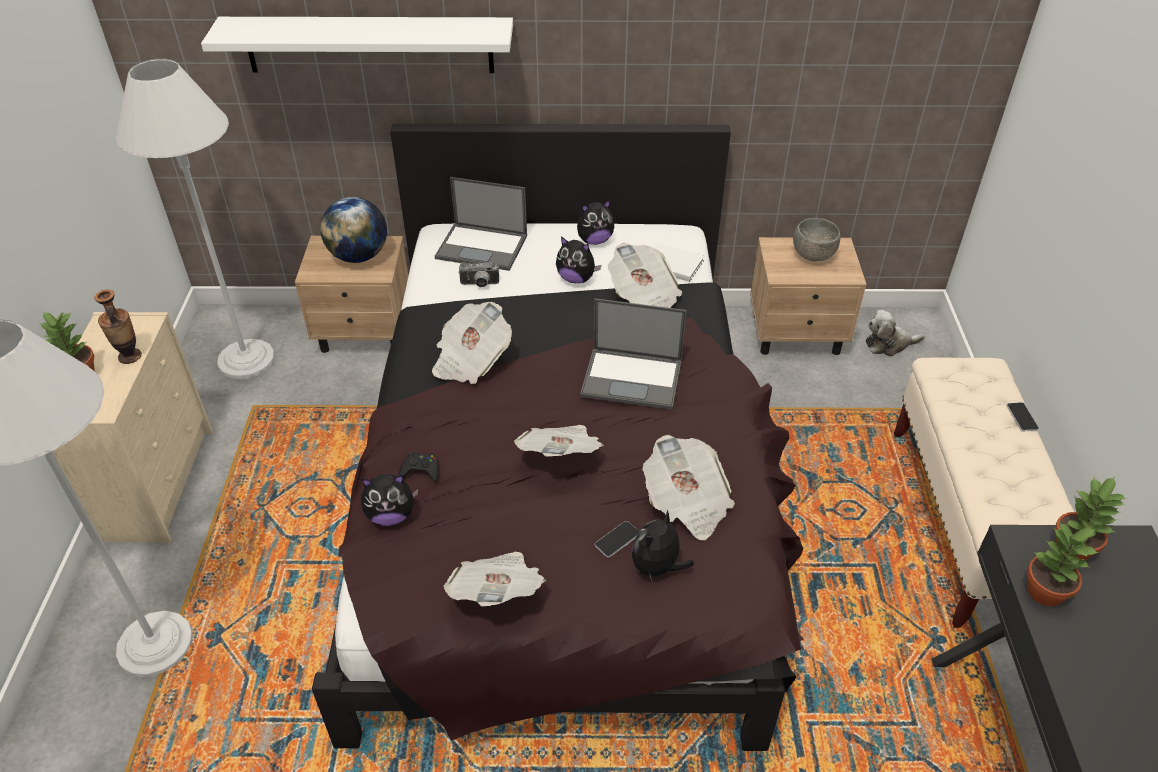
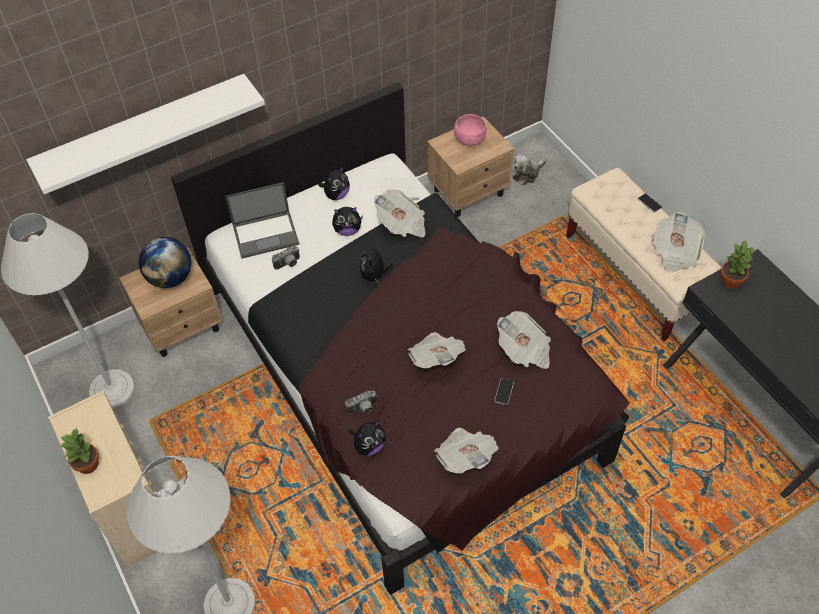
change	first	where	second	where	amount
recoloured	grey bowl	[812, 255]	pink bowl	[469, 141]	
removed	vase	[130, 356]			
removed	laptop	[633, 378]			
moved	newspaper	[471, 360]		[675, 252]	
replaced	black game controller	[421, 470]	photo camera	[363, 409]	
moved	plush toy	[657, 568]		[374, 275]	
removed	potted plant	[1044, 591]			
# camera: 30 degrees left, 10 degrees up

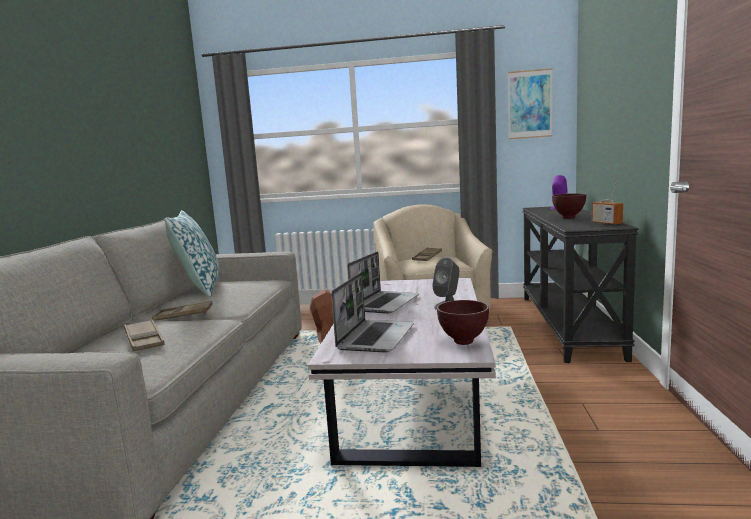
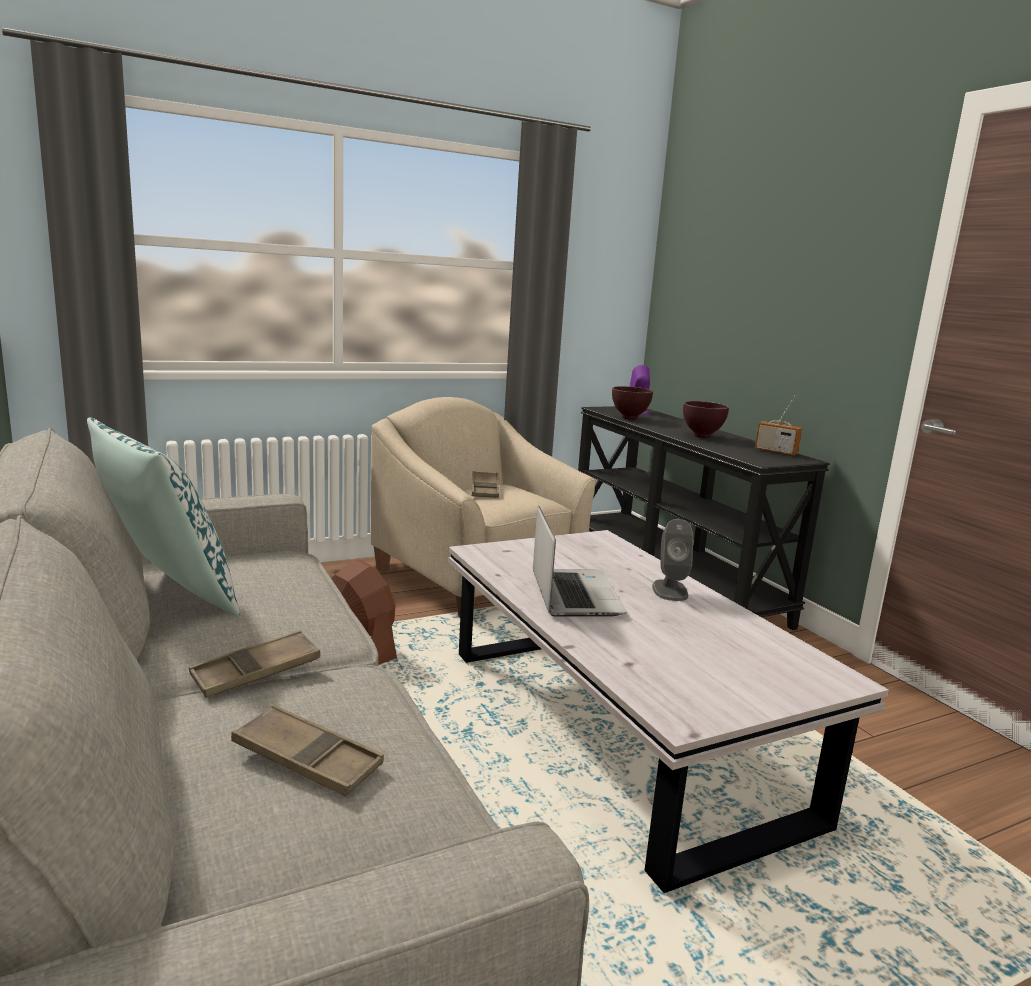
change	first	where	second	where	amount
removed	picture	[529, 104]			
removed	laptop	[375, 337]			
moved	brown bowl	[464, 341]		[629, 418]	
# camera: 35 degrees left, 5 degrees up

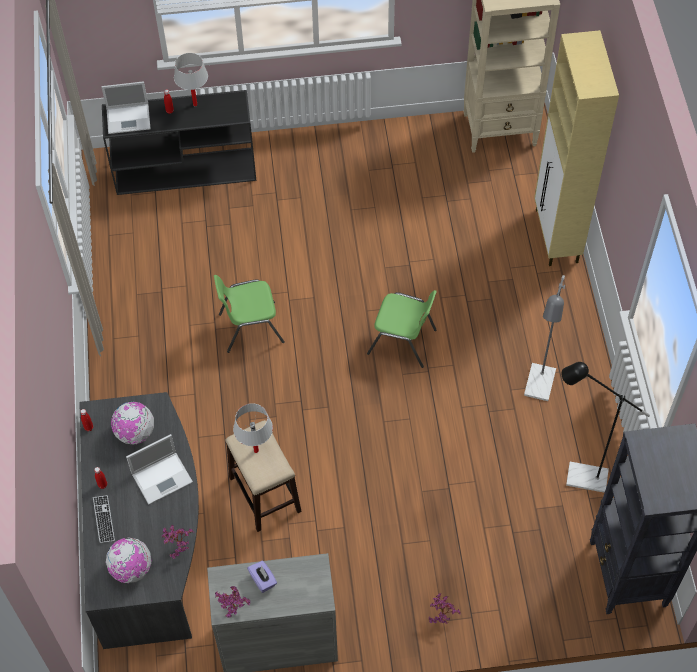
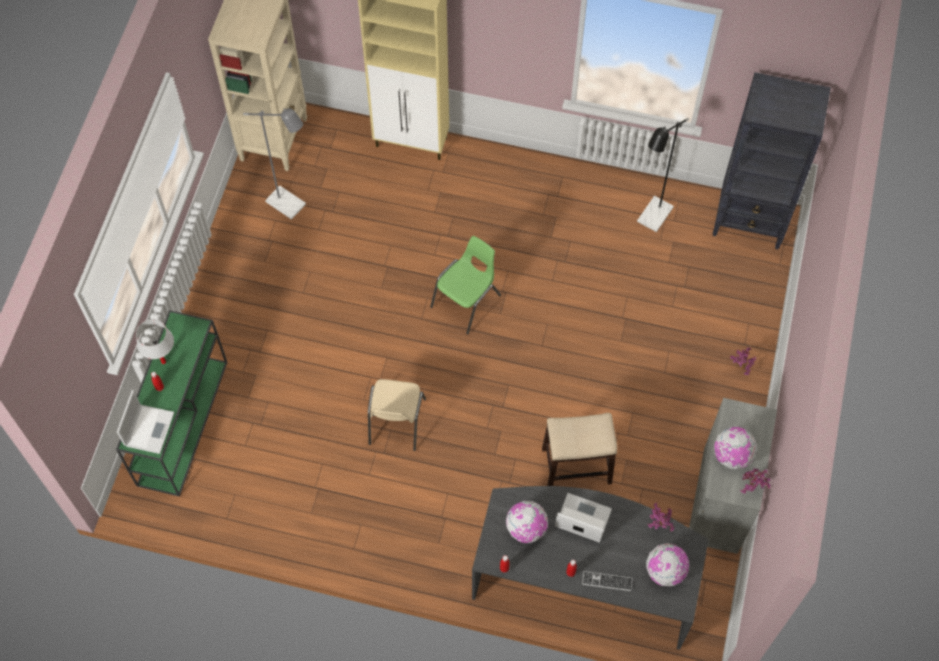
change	first	where	second	where	amount
recoloured	black console table	[187, 171]	green console table	[183, 421]	
recoloured	green chair	[250, 327]	beige chair	[396, 422]	
moved	grey floor lamp	[538, 389]		[291, 206]	
removed	white table lamp	[256, 450]			
turned	laptop	[163, 477]		[582, 518]	60 degrees counterclockwise
replaced	purple tissue box	[263, 580]	globe	[731, 456]	
# camera: 70 degrees left, 5 degrees up

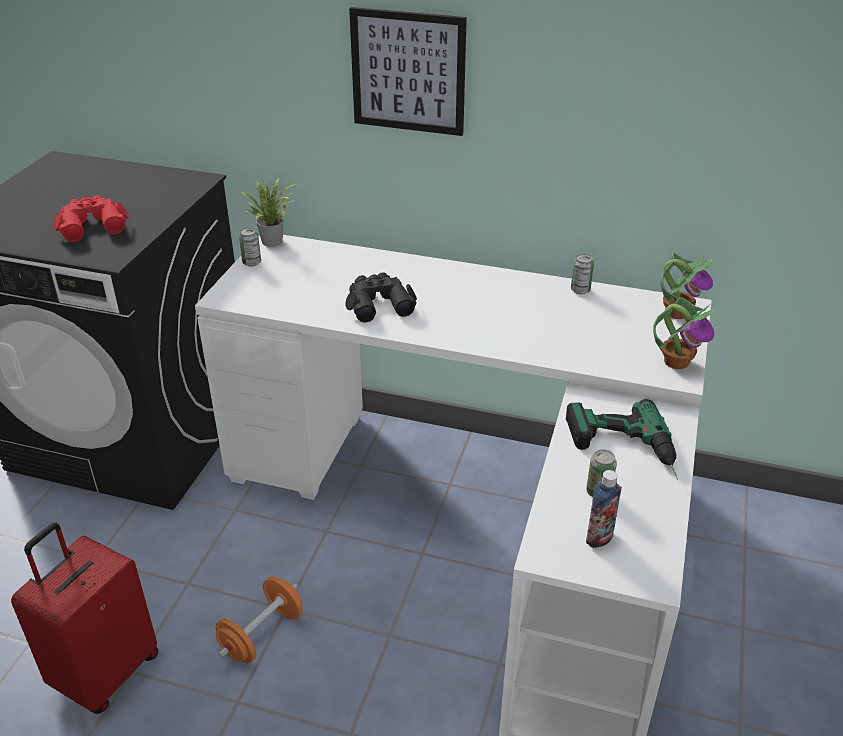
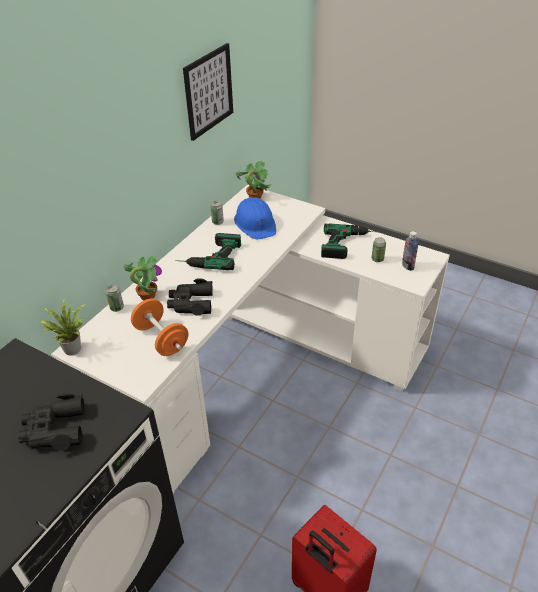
change	first	where	second	where	amount
moved	picture	[408, 72]		[208, 91]	
recoloured	red binoculars	[92, 224]	black binoculars	[54, 429]	
moved	can	[251, 263]		[117, 308]	
moved	potted plant	[676, 361]		[147, 295]	
moved	orange dumbbell	[262, 634]		[161, 339]	
added			blue hard hat	[255, 223]	
added			power drill	[209, 256]	
# camera: 75 degrees left, 5 degrees up

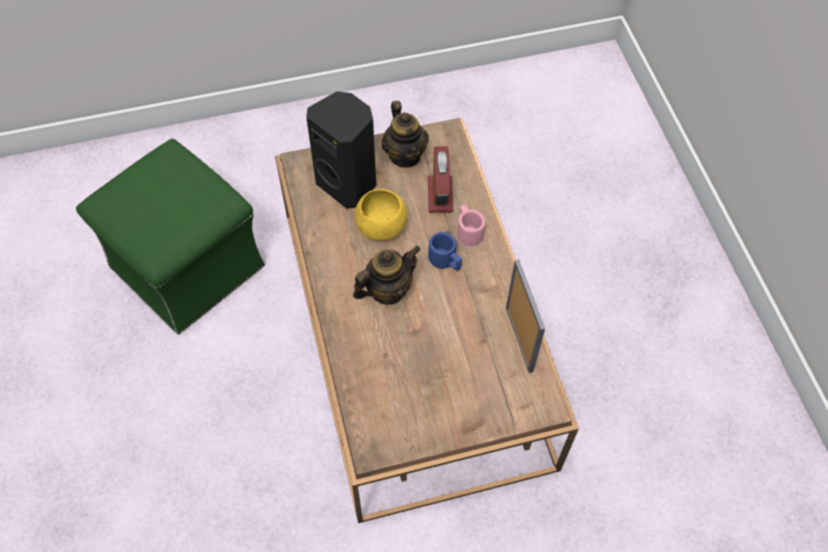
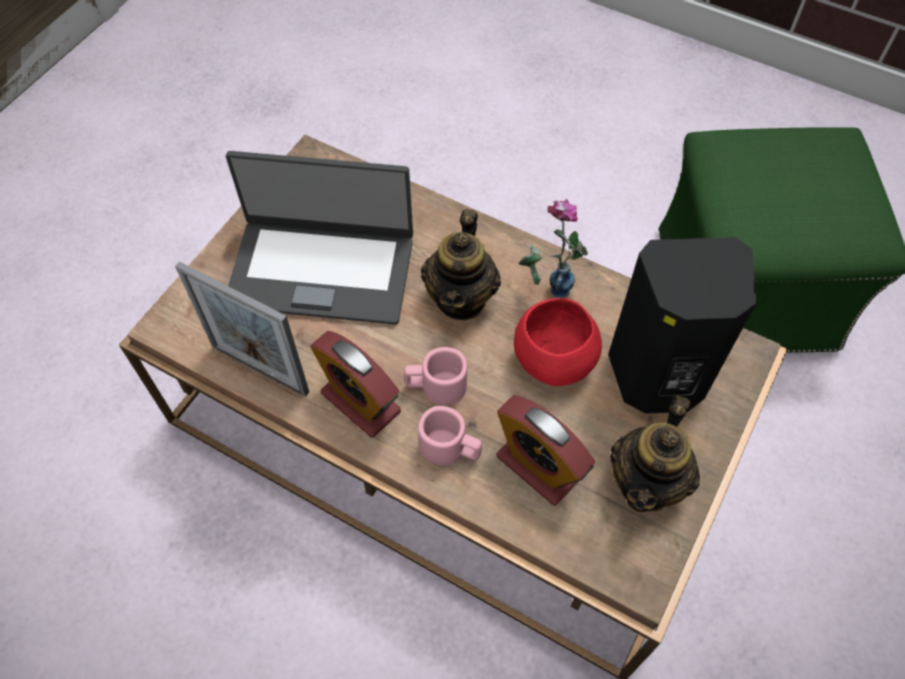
change	first	where	second	where	amount
turned	teapot	[405, 155]		[647, 483]	90 degrees counterclockwise
recoloured	yellow bowl	[380, 227]	red bowl	[554, 359]	
recoloured	blue mug	[445, 261]	pink mug	[436, 386]	
added			laptop	[321, 269]	
added			vase	[546, 288]	
added			alarm clock	[360, 402]	
# camera: 135 degrees right, 0 degrees up

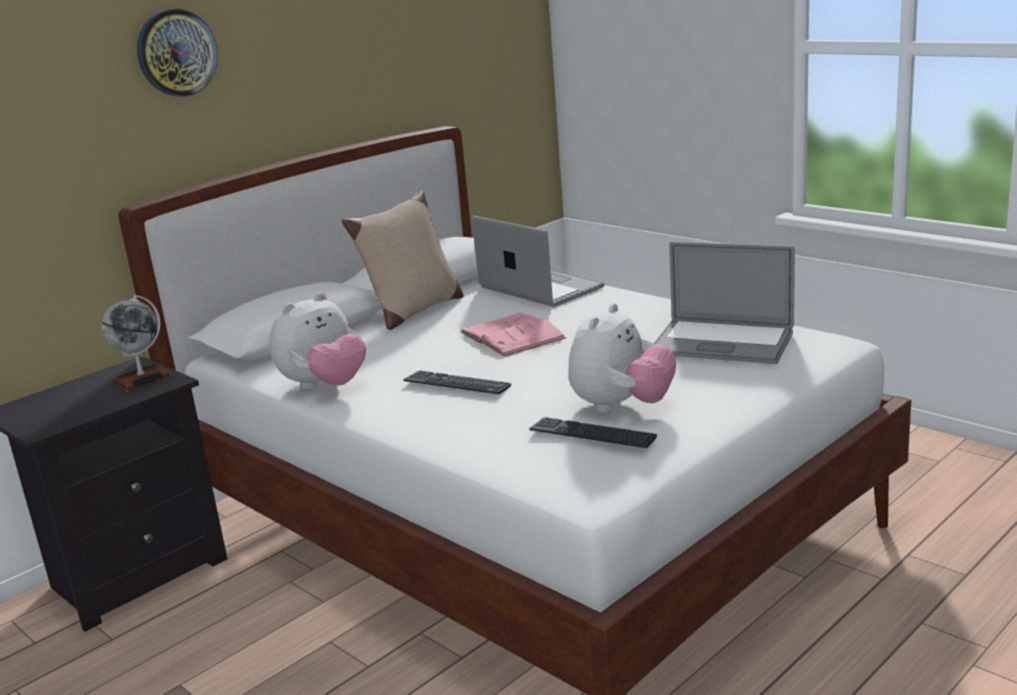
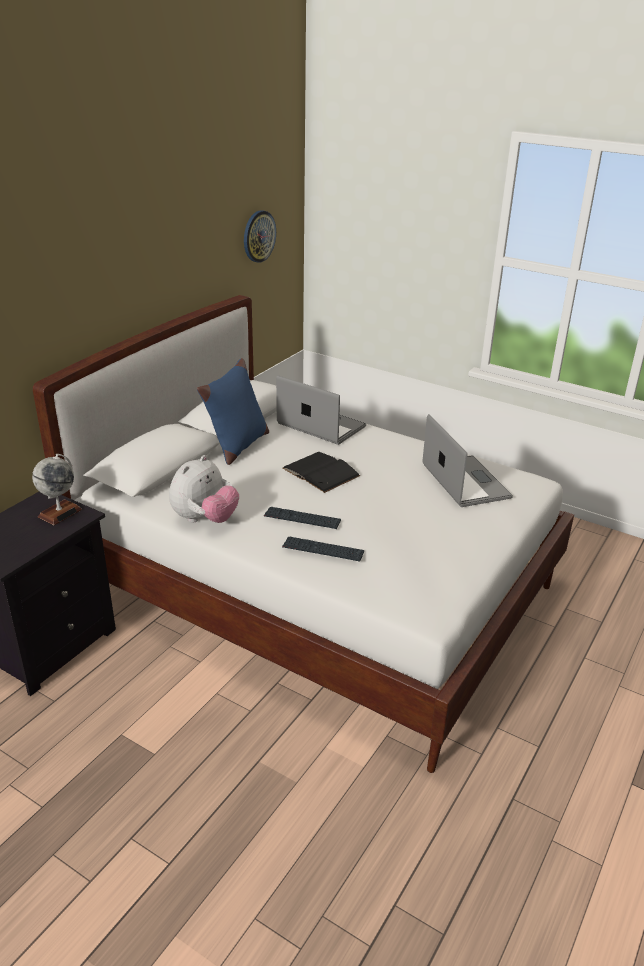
change	first	where	second	where	amount
moved	wall clock	[176, 53]		[258, 236]	
recoloured	beige pillow	[413, 312]	blue pillow	[237, 446]	
turned	laptop	[722, 342]		[465, 481]	120 degrees counterclockwise
removed	plush toy	[621, 407]			
recoloured	pink book	[512, 335]	black book	[321, 472]	
moved	keyboard	[592, 435]		[323, 550]	
# camera: 15 degrees left, 10 degrees up

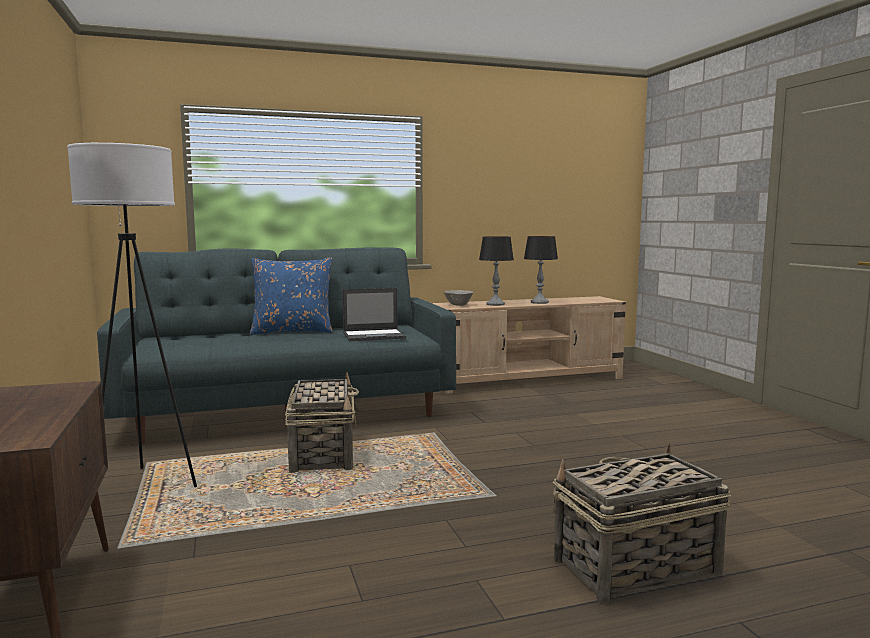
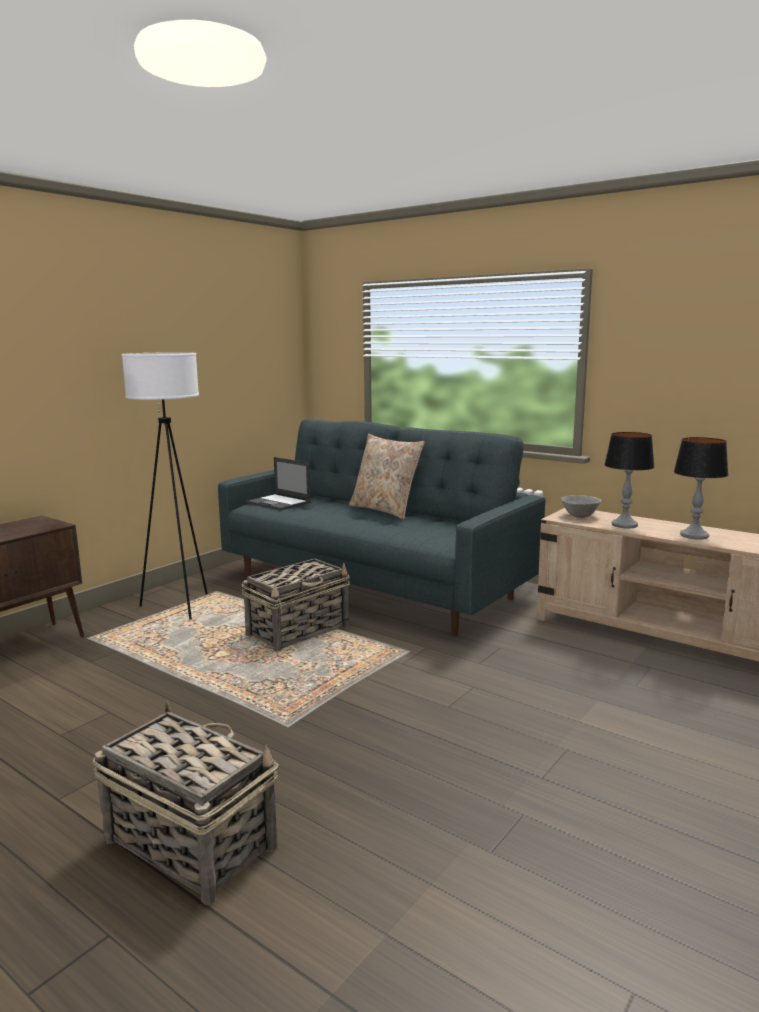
change	first	where	second	where	amount
recoloured	blue pillow	[293, 331]	beige pillow	[385, 510]	
moved	laptop	[374, 336]		[279, 503]	
# camera: 55 degrees right, 5 degrees up

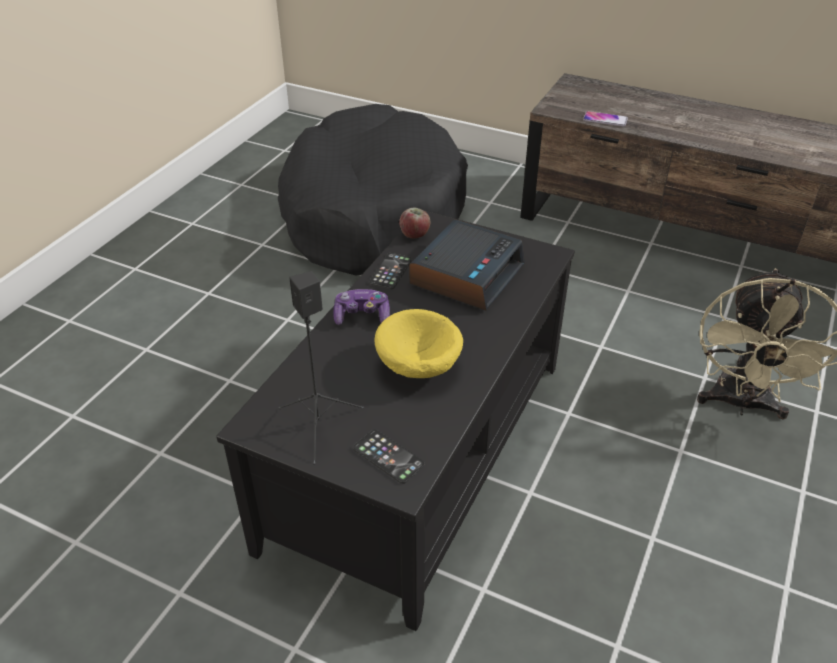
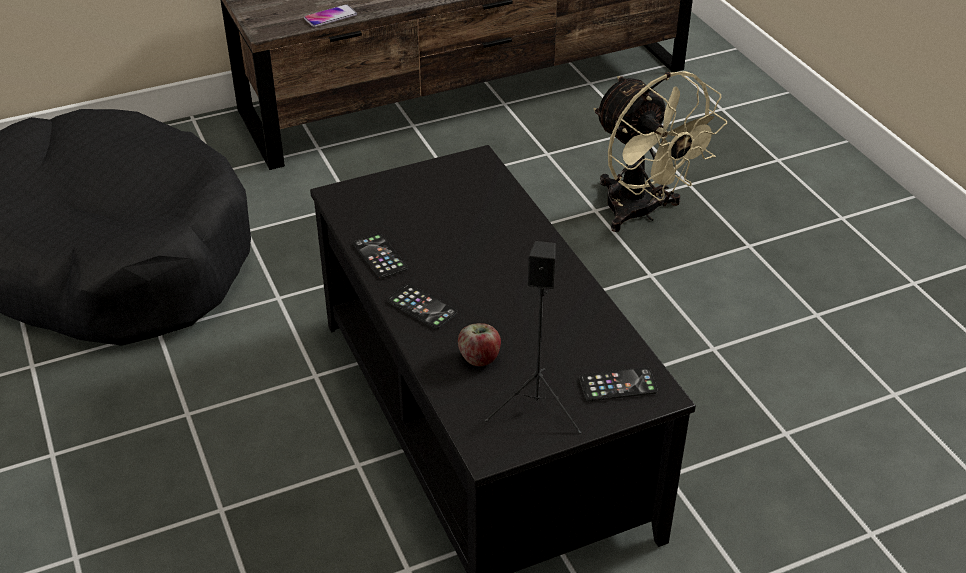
change	first	where	second	where	amount
moved	apple	[415, 235]		[479, 358]	
removed	alarm clock	[467, 274]			
replaced	game controller	[362, 316]	phone	[422, 307]	
removed	yellow bowl	[418, 367]			
# camera: 50 degrees left, 0 degrees up

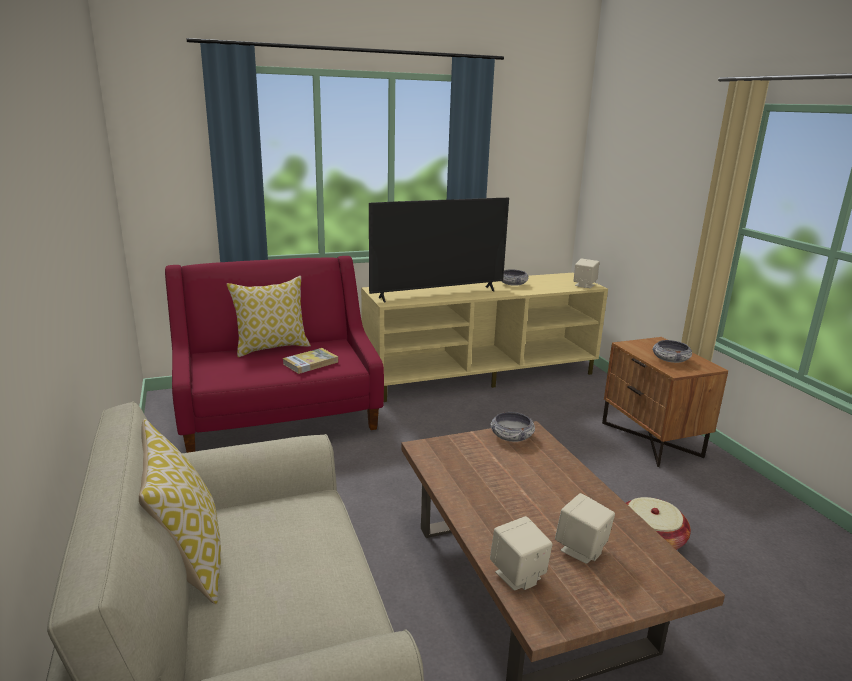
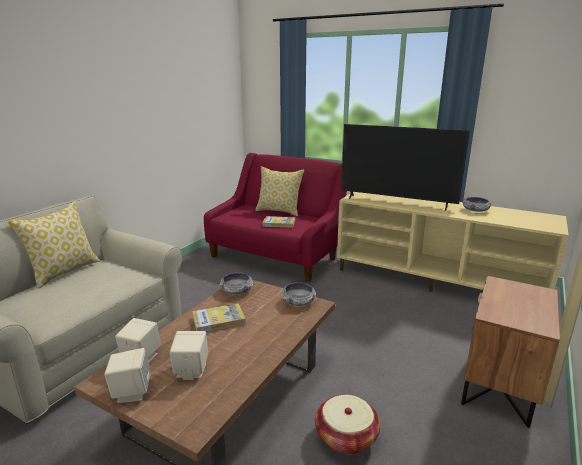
change	first	where	second	where	amount
moved	beige speaker	[584, 285]		[131, 392]	
moved	bowl	[670, 360]		[237, 290]	
added			book	[218, 320]	
# camera: 50 degrees right, 0 degrees up

